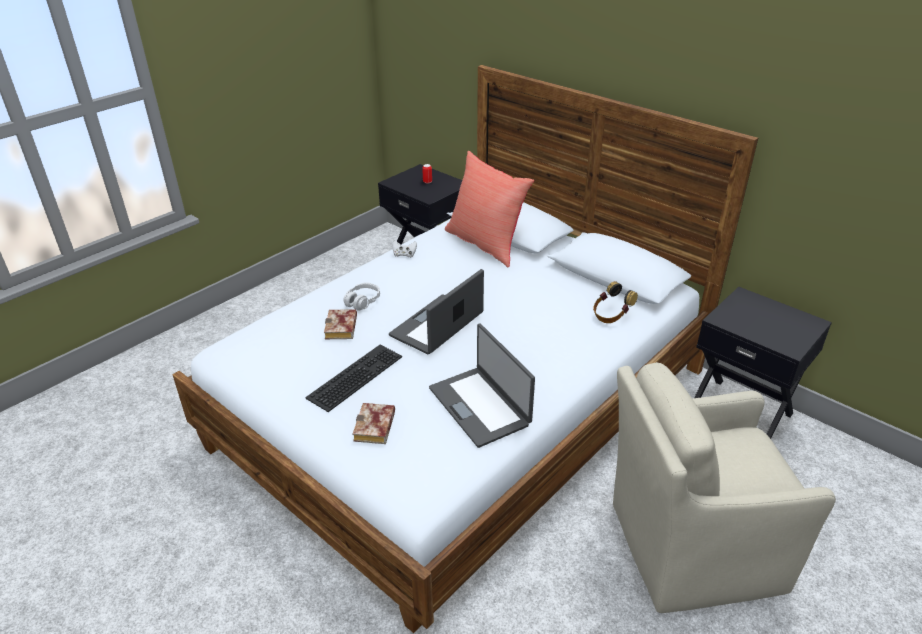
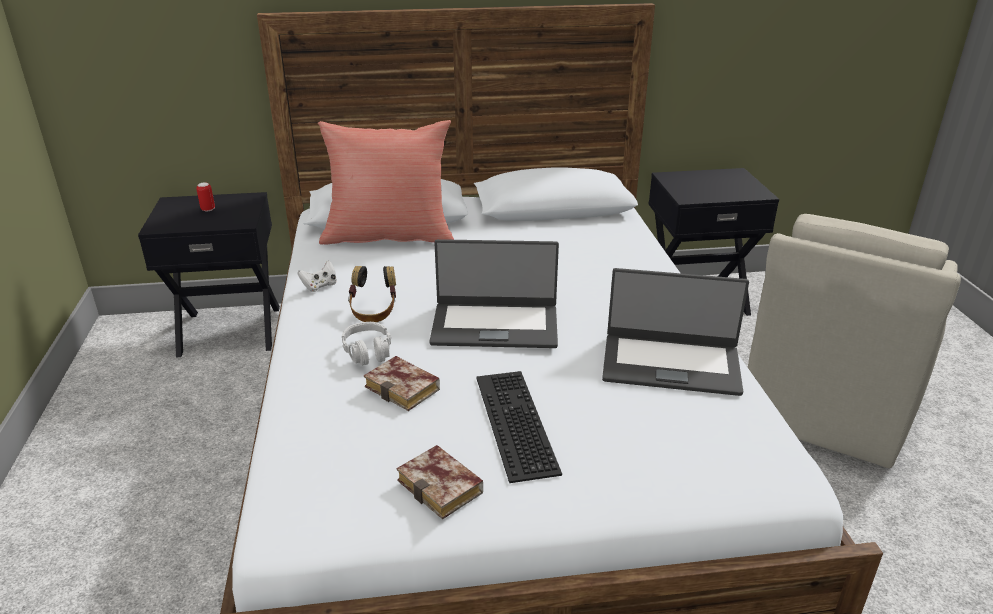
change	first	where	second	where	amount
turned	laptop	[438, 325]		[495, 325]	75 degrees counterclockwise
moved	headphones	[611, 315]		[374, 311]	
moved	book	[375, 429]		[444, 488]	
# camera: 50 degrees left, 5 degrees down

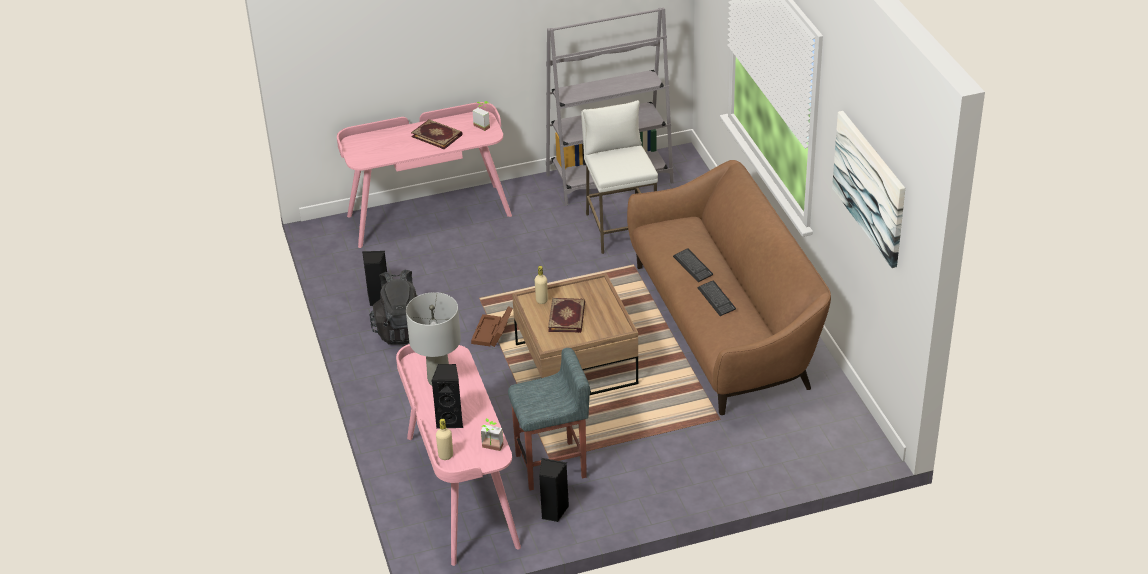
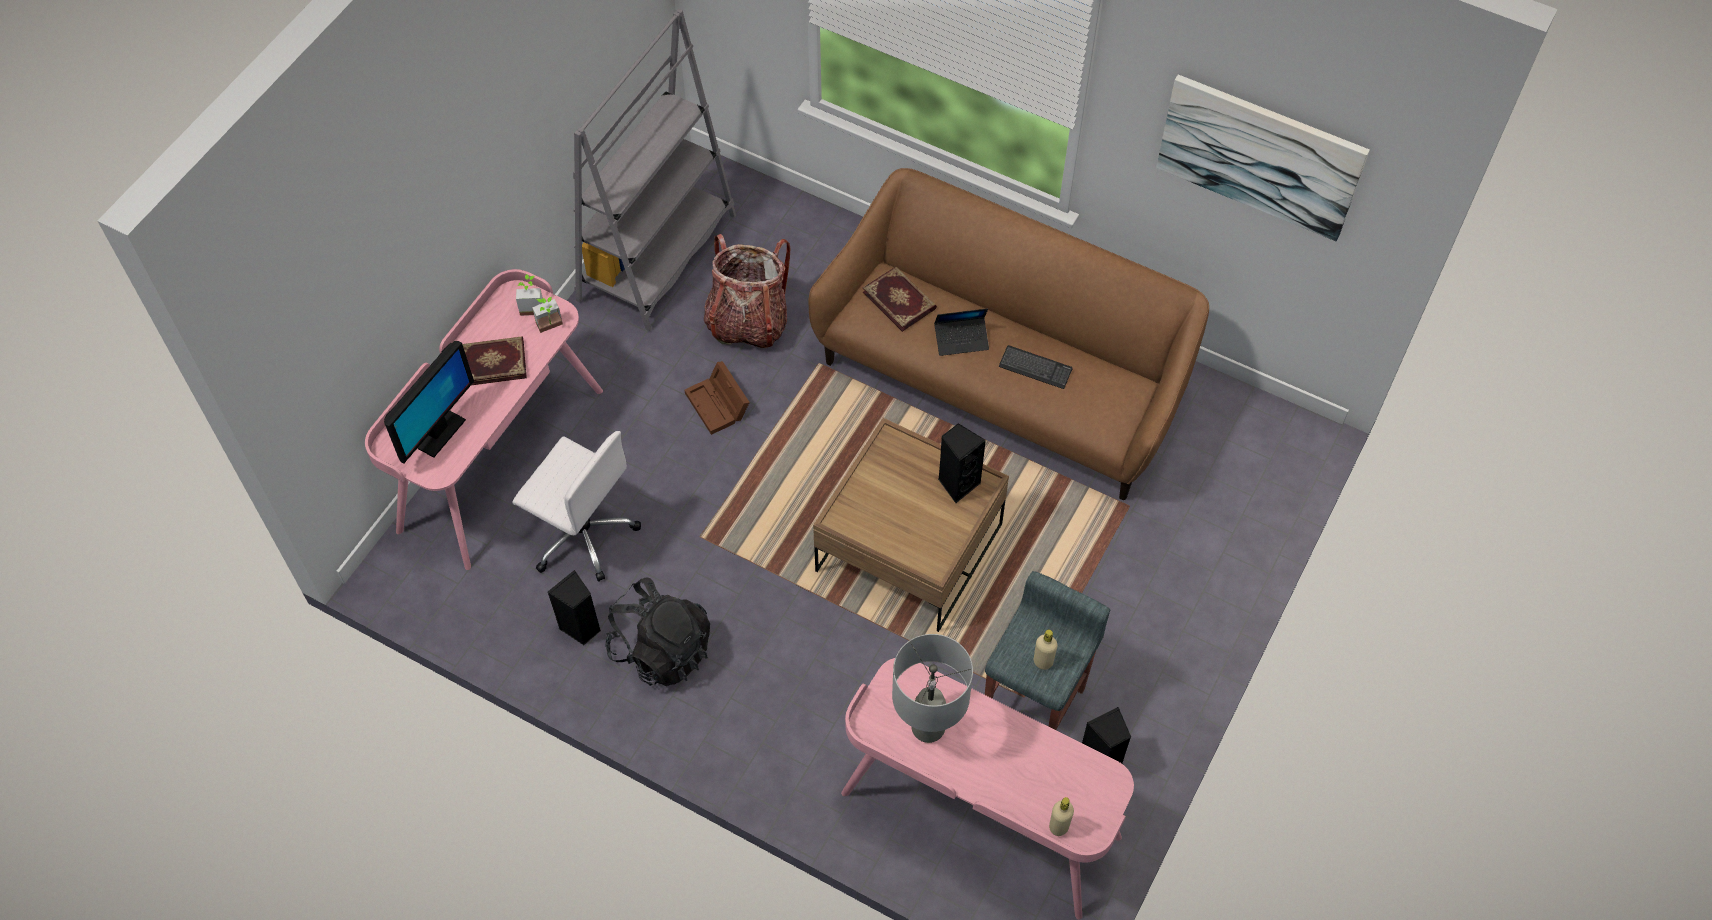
change	first	where	second	where	amount
replaced	white stool	[620, 228]	backpack	[748, 322]	
replaced	keyboard	[693, 266]	laptop	[961, 339]	
moved	beige bottle	[541, 300]		[1043, 661]	
moved	book	[567, 317]		[900, 300]	
moved	brown storage box	[492, 333]		[719, 405]	
moved	black speaker	[451, 420]		[958, 483]	
moved	potted plant	[491, 448]		[551, 328]	
added			monitor	[438, 433]	
added			white office chair	[583, 534]	
# camera: 45 degrees left, 20 degrees up

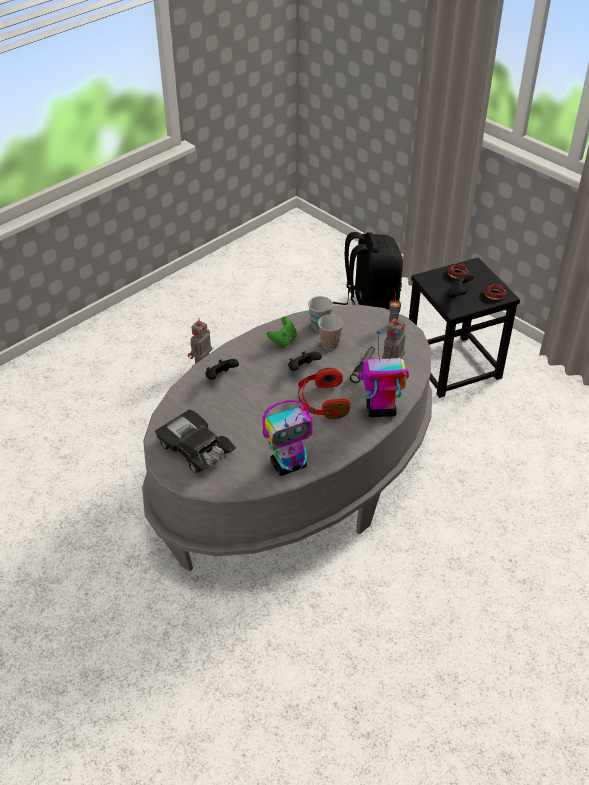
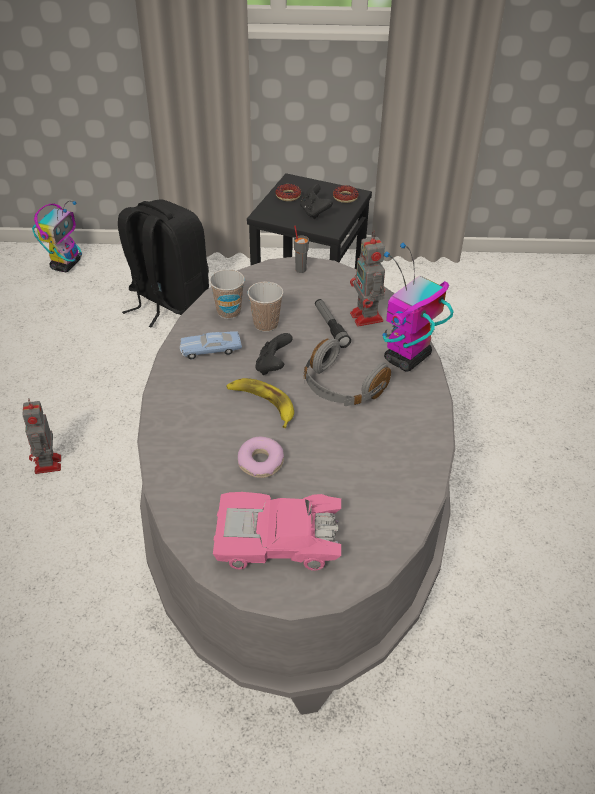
change	first	where	second	where	amount
replaced	green game controller	[283, 341]	blue toy car	[210, 350]	
removed	black game controller	[220, 377]			
recoloured	red headphones	[322, 402]	grey headphones	[341, 388]	
moved	toy robot	[289, 465]		[66, 264]	
recoloured	black toy car	[195, 449]	pink toy car	[278, 540]	
added			banana	[262, 404]	
added			donut	[260, 463]	
# camera: 45 degrees left, 0 degrees up

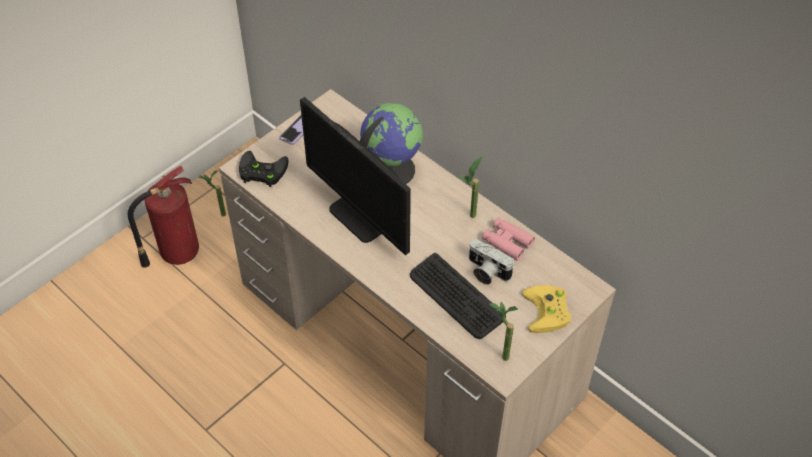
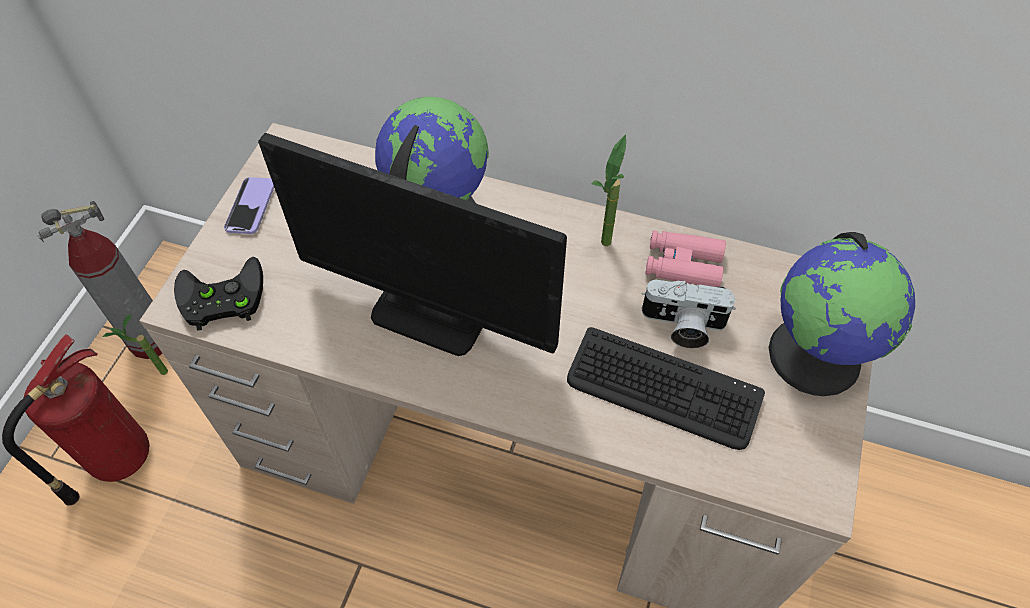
change	first	where	second	where	amount
replaced	yellow game controller	[548, 312]	globe	[816, 355]	
removed	potted plant	[499, 355]			
added			fire extinguisher	[150, 340]	
# camera: 25 degrees left, 5 degrees up

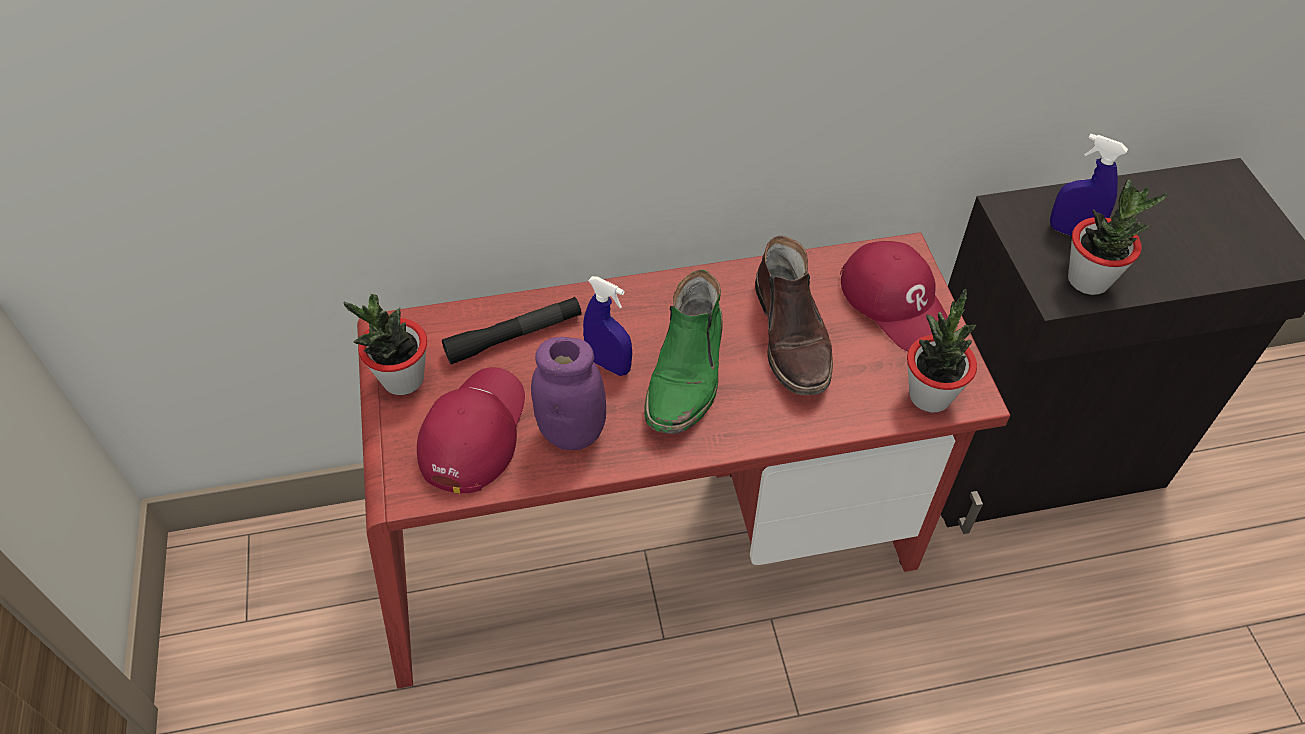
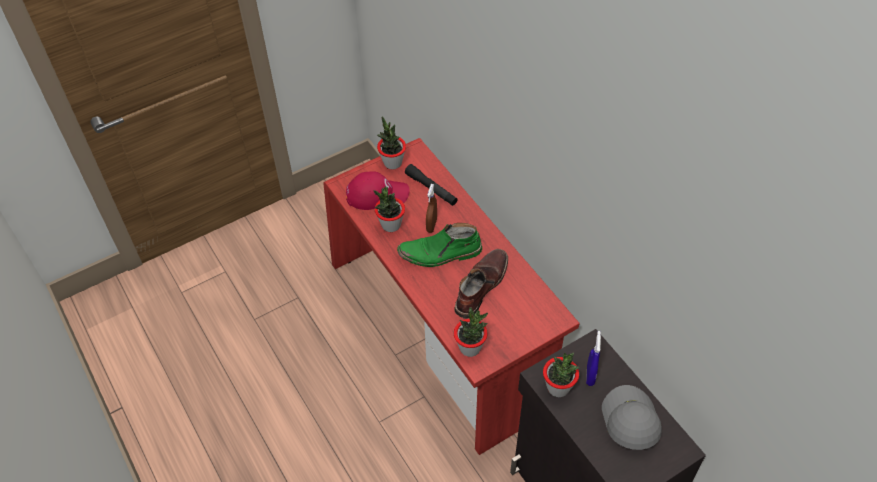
change	first	where	second	where	amount
turned	brown boot	[792, 336]		[480, 286]	150 degrees clockwise
removed	red cap	[897, 302]			
recoloured	blue spray bottle	[609, 364]	brown spray bottle	[431, 225]	
replaced	purple jar	[572, 432]	potted plant	[391, 225]	
added			grey cap	[629, 421]	
# camera: 70 degrees right, 0 degrees up

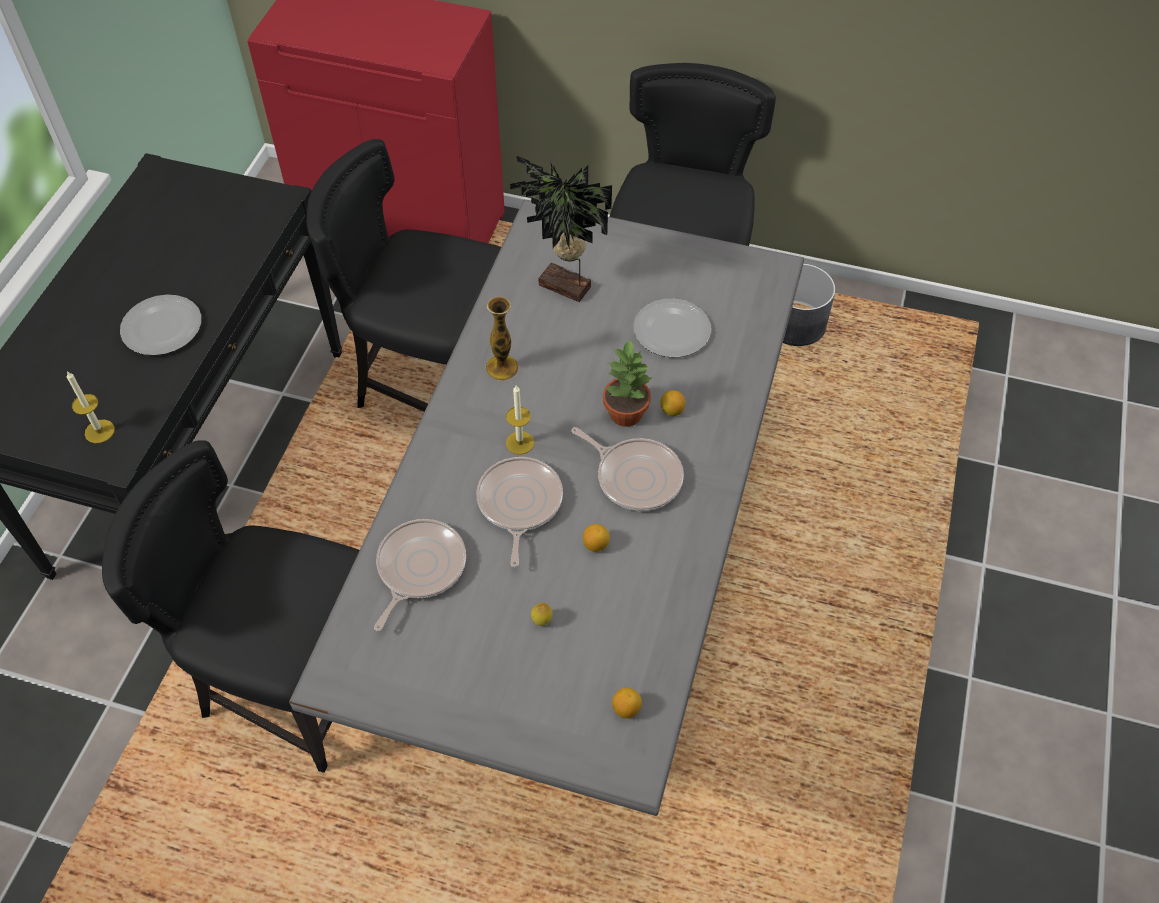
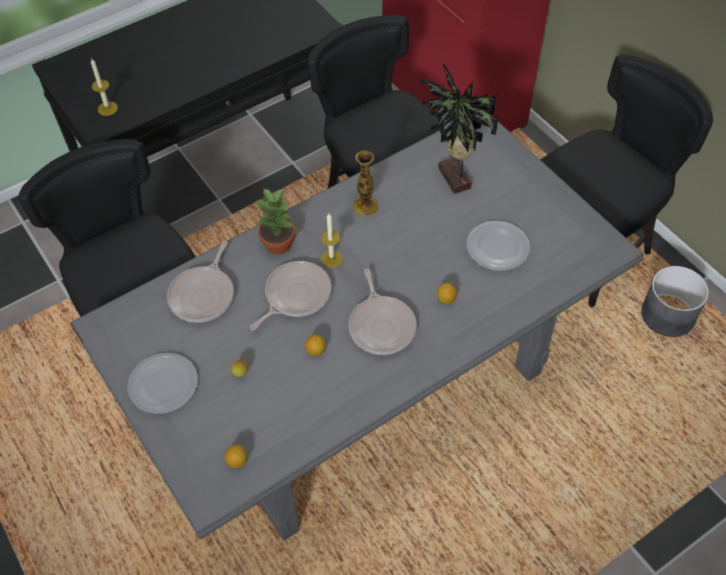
change	first	where	second	where	amount
moved	plate	[161, 327]		[163, 384]	
moved	potted plant	[625, 412]		[278, 243]	
turned	frying pan	[419, 568]		[204, 295]	135 degrees clockwise
# camera: 40 degrees right, 0 degrees up

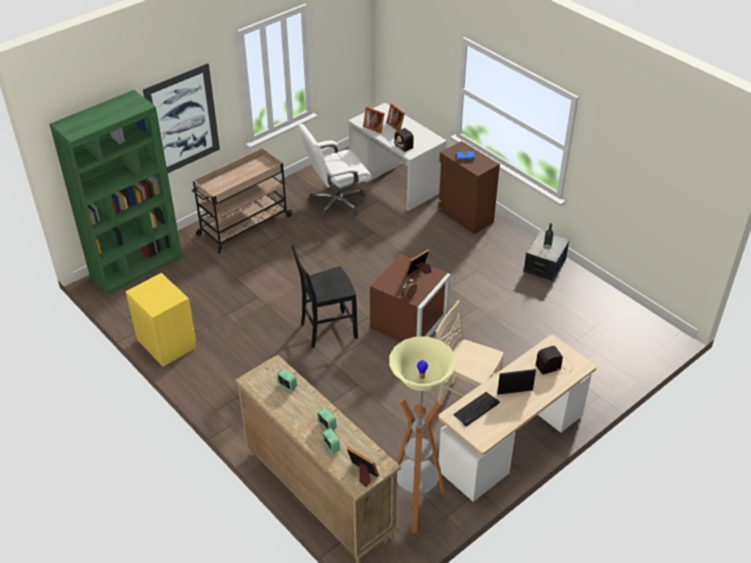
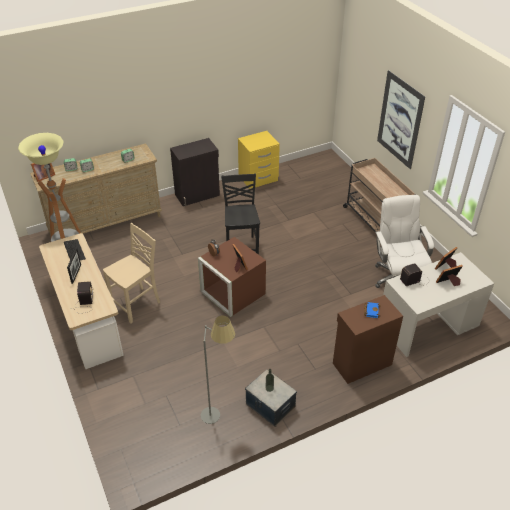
change	first	where	second	where	amount
removed	green bookcase	[137, 267]			
added			black cabinet	[198, 195]	
added			grey floor lamp	[219, 413]	
# camera: 105 degrees right, 0 degrees up

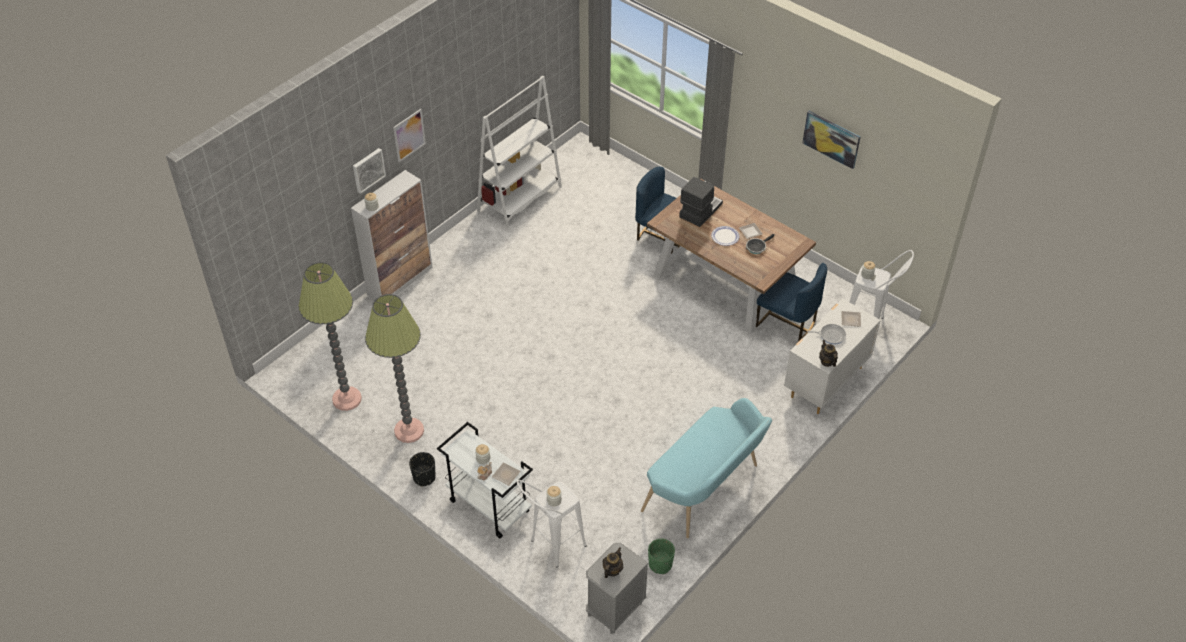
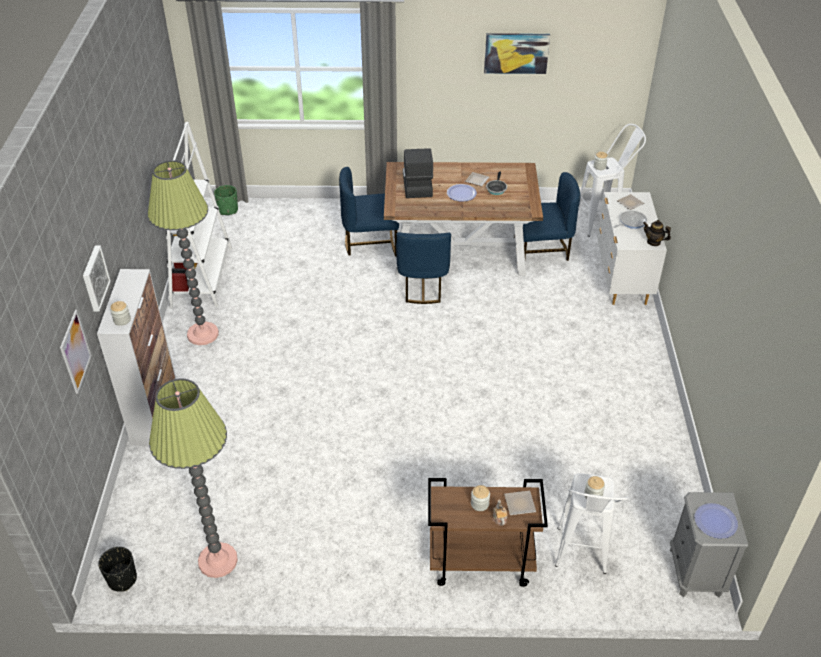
change	first	where	second	where	amount
moved	picture	[409, 135]		[75, 351]	
moved	floor lamp	[409, 431]		[202, 334]	
removed	turquoise bench	[705, 490]			
recoloured	white cart	[488, 506]	brown cart	[480, 563]	
moved	black planter	[424, 477]		[122, 579]	
moved	green planter	[660, 564]		[228, 210]	
replaced	teapot	[612, 570]	plate	[715, 521]	
added			blue chair	[422, 286]	
# camera: 40 degrees left, 5 degrees down

